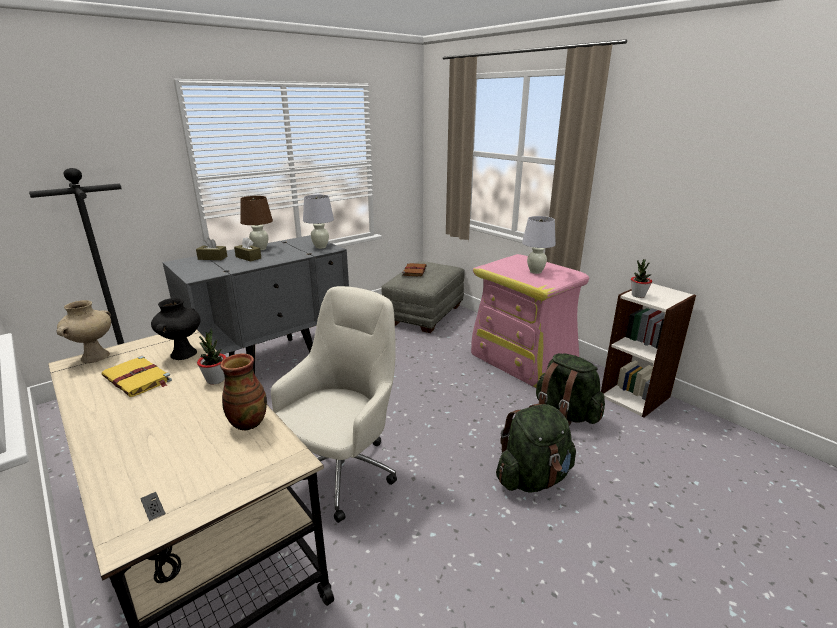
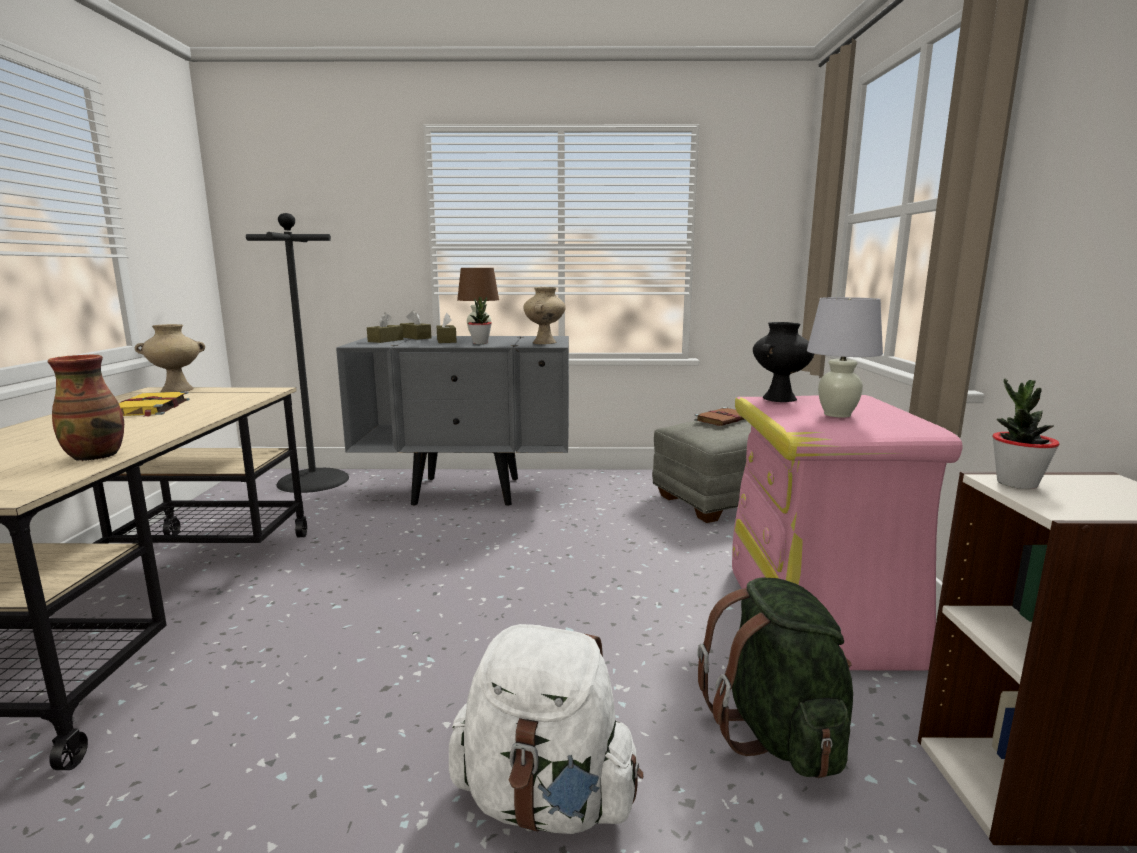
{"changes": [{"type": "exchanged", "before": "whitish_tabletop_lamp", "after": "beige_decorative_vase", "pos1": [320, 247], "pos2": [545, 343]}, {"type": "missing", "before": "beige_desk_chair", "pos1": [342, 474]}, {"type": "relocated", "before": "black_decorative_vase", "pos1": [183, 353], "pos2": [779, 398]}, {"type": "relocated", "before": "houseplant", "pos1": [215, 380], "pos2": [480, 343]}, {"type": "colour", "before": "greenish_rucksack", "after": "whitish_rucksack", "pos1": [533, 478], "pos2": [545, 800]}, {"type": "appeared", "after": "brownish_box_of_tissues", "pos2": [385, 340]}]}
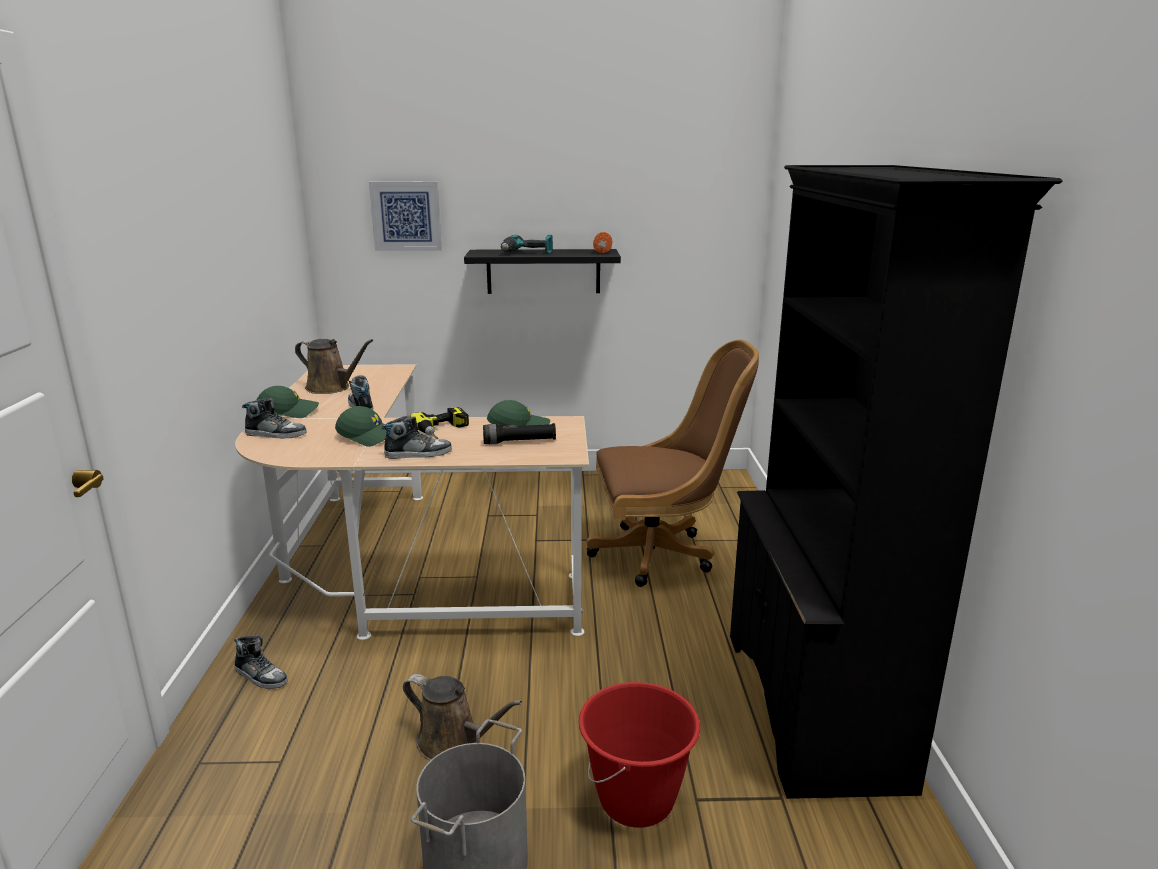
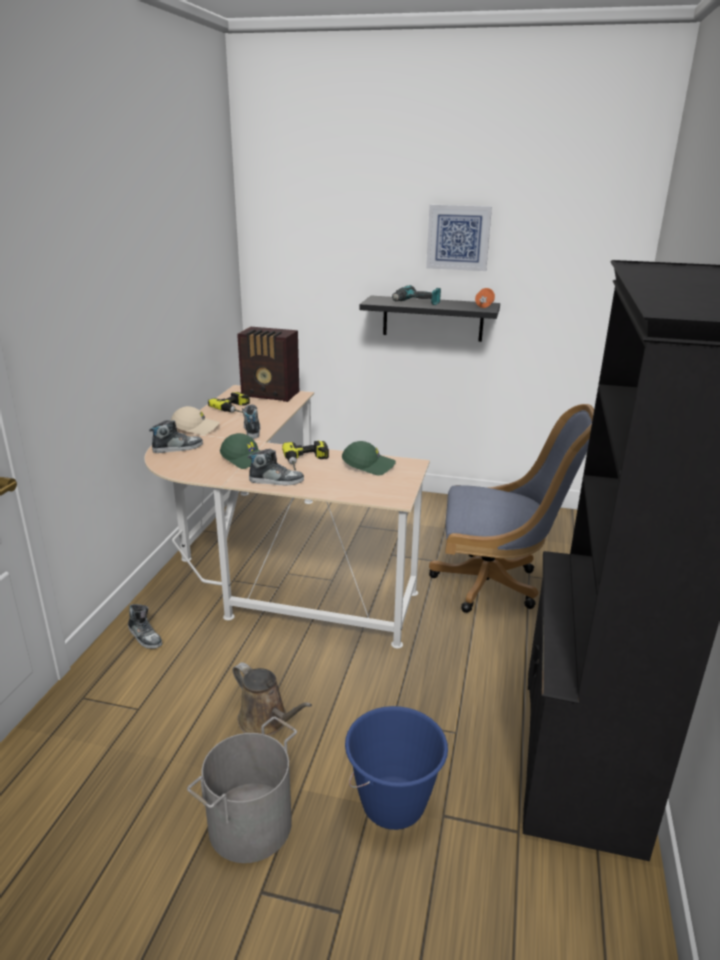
{"changes": [{"type": "relocated", "before": "picture", "pos1": [406, 216], "pos2": [458, 237]}, {"type": "exchanged", "before": "brownish_watering_pot", "after": "electric_drill", "pos1": [331, 388], "pos2": [237, 409]}, {"type": "colour", "before": "brownish_desk_chair", "after": "blue-coloured_desk_chair", "pos1": [662, 554], "pos2": [496, 585]}, {"type": "colour", "before": "greenish_baseball_cap", "after": "beige_baseball_cap", "pos1": [289, 412], "pos2": [196, 428]}, {"type": "spun", "before": "item_of_footwear", "pos1": [276, 434], "pos2": [178, 448], "turn": -45}, {"type": "missing", "before": "black_torch", "pos1": [519, 442]}, {"type": "colour", "before": "red_pail", "after": "blue-coloured_pail", "pos1": [637, 800], "pos2": [393, 804]}, {"type": "appeared", "after": "radio_receiver", "pos2": [271, 395]}]}
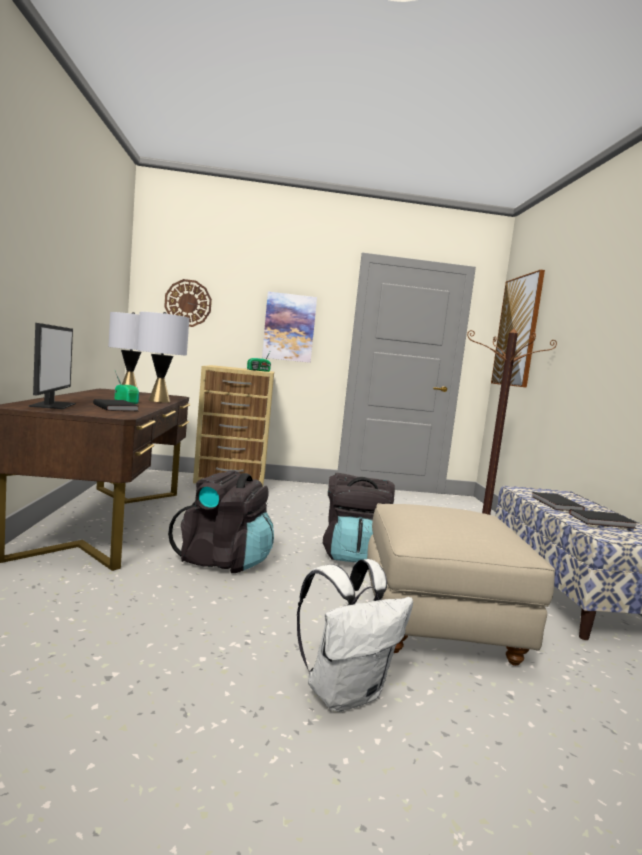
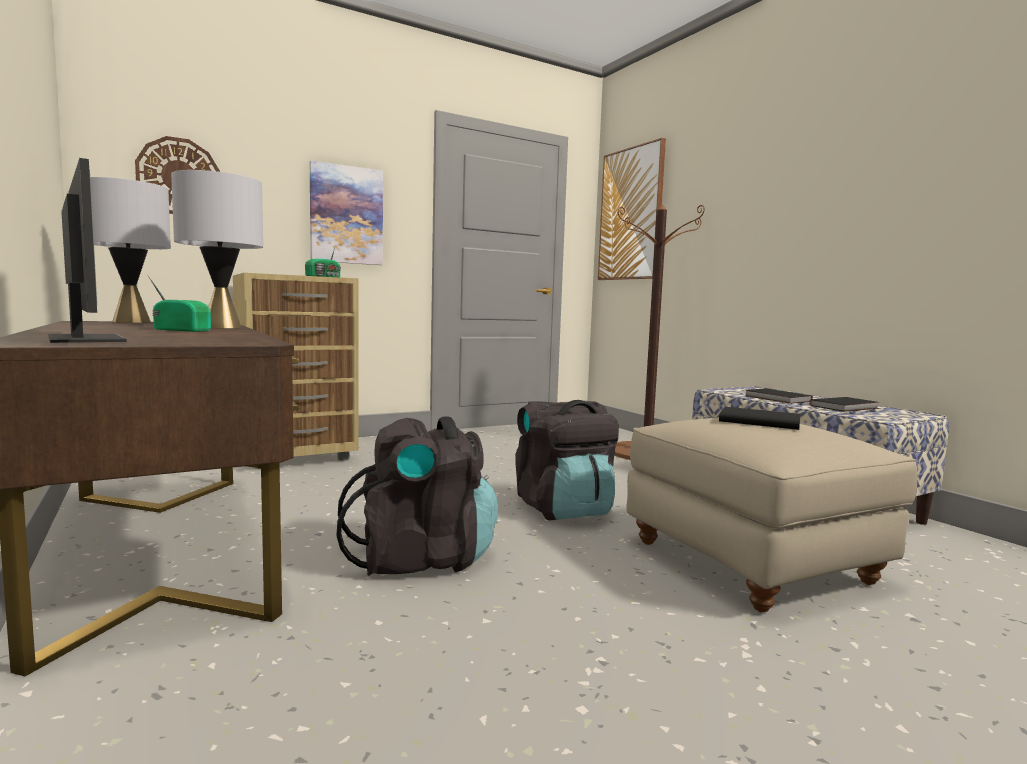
{"changes": [{"type": "relocated", "before": "black_volume", "pos1": [116, 407], "pos2": [758, 421]}, {"type": "missing", "before": "whitish_rucksack", "pos1": [345, 692]}]}
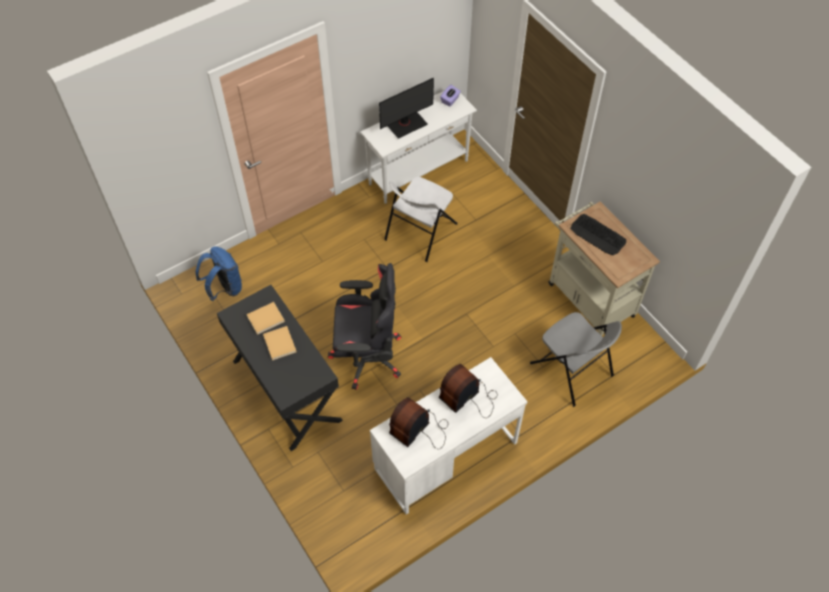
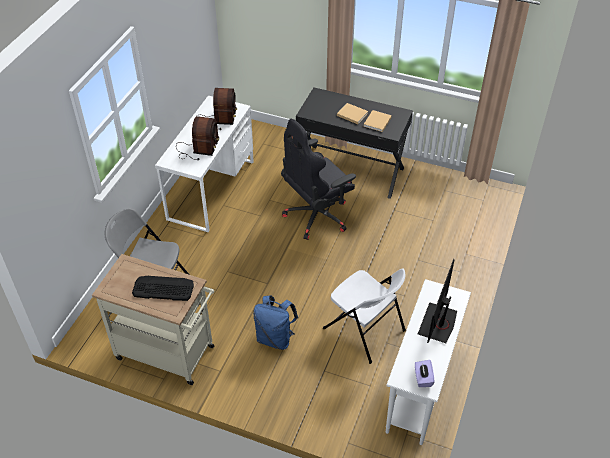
{"changes": [{"type": "spun", "before": "whitish_upright_chair", "pos1": [420, 231], "pos2": [364, 329], "turn": 135}, {"type": "relocated", "before": "blue-coloured_rucksack", "pos1": [224, 288], "pos2": [275, 338]}]}
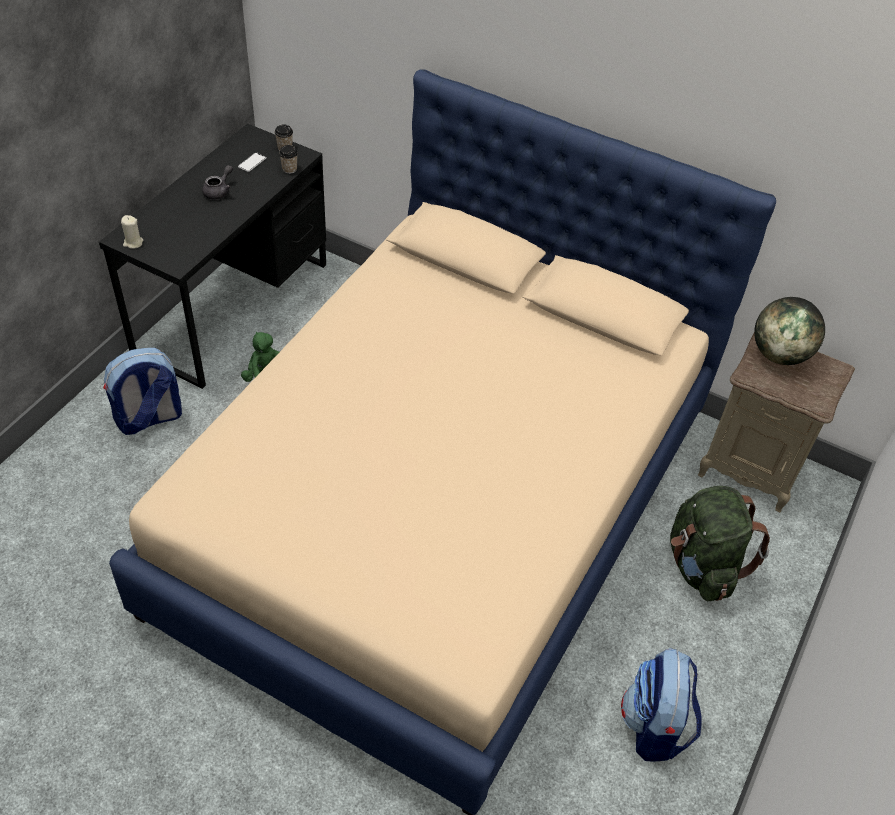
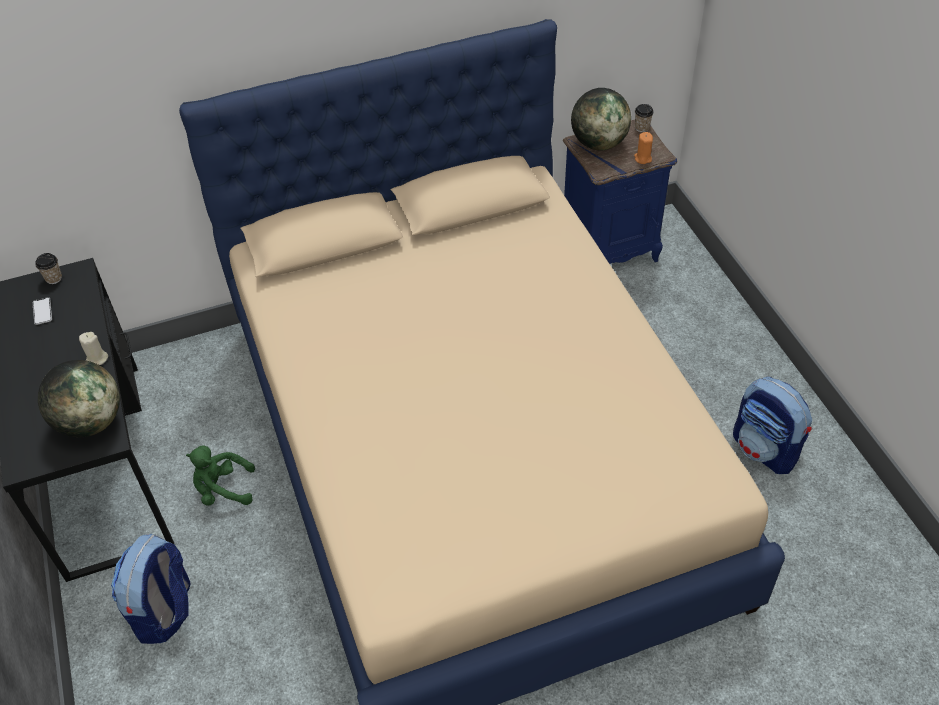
{"changes": [{"type": "relocated", "before": "small_cup", "pos1": [289, 169], "pos2": [642, 128]}, {"type": "missing", "before": "gray_tea_pot", "pos1": [219, 191]}, {"type": "relocated", "before": "beige_candle", "pos1": [133, 243], "pos2": [97, 359]}, {"type": "colour", "before": "beige_bedside_table", "after": "blue-coloured_bedside_table", "pos1": [750, 470], "pos2": [610, 251]}, {"type": "missing", "before": "greenish_rucksack", "pos1": [702, 565]}, {"type": "appeared", "after": "orangey_candle", "pos2": [642, 158]}, {"type": "appeared", "after": "globe", "pos2": [90, 422]}]}
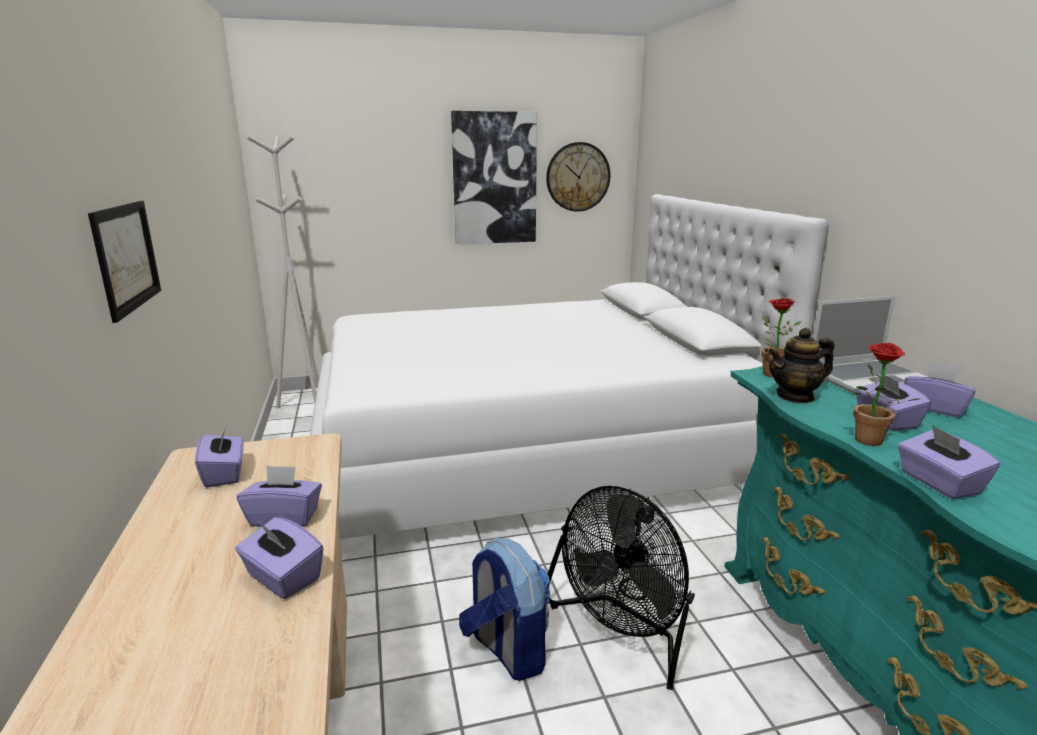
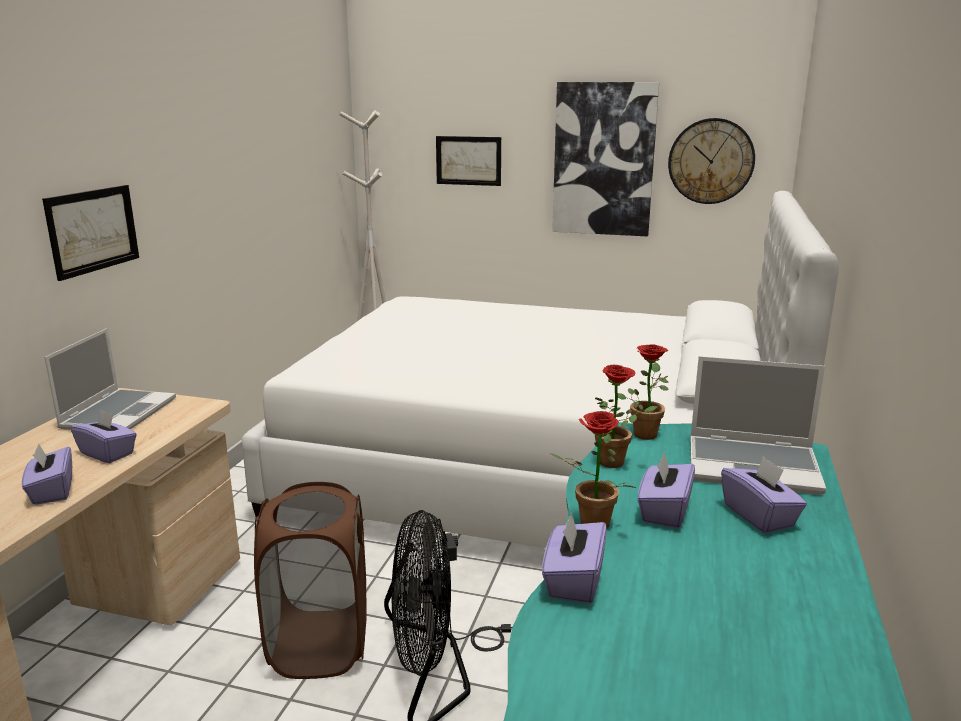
{"changes": [{"type": "exchanged", "before": "tea_pot", "after": "houseplant", "pos1": [795, 396], "pos2": [617, 462]}, {"type": "exchanged", "before": "purple-coloured_box_of_tissues", "after": "portable_computer", "pos1": [225, 474], "pos2": [119, 413]}, {"type": "exchanged", "before": "rucksack", "after": "brownish_hamper", "pos1": [506, 650], "pos2": [320, 644]}, {"type": "appeared", "after": "picture", "pos2": [468, 160]}]}
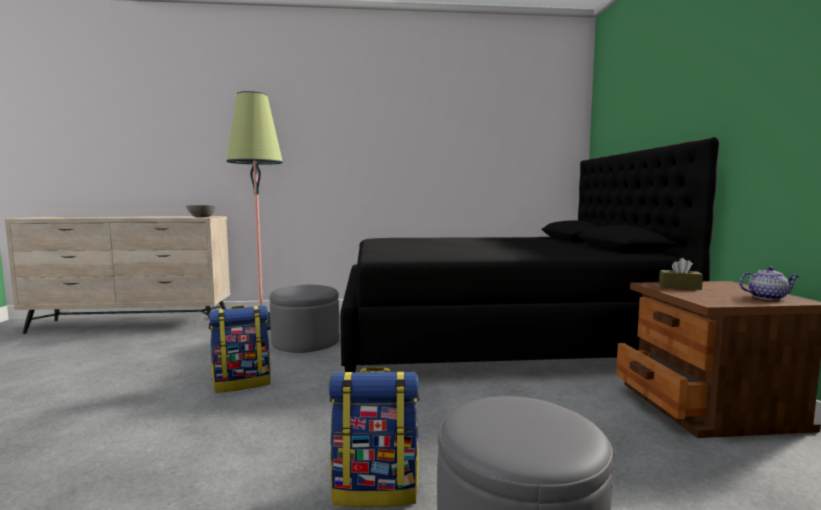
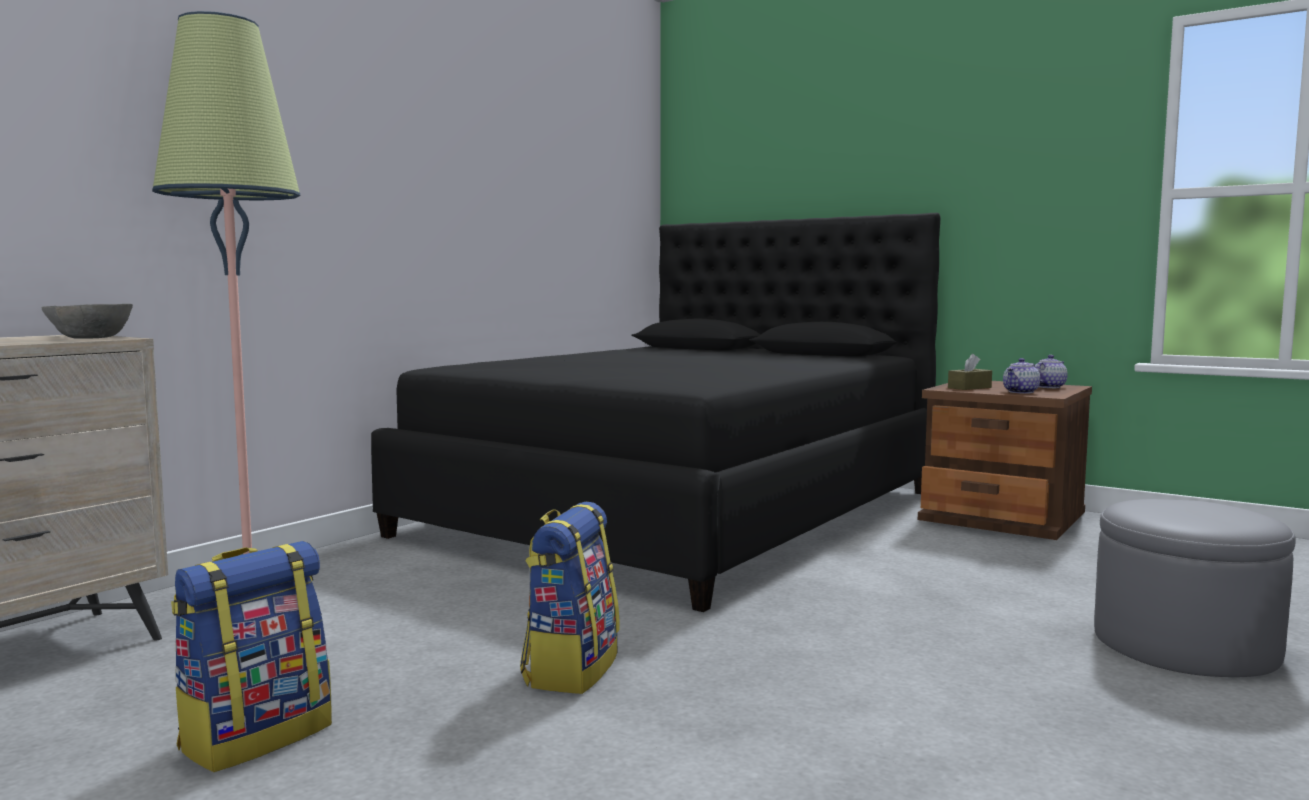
{"changes": [{"type": "missing", "before": "gray_ottoman", "pos1": [305, 342]}, {"type": "relocated", "before": "rucksack", "pos1": [376, 489], "pos2": [257, 736]}, {"type": "appeared", "after": "tea_pot", "pos2": [1021, 392]}]}
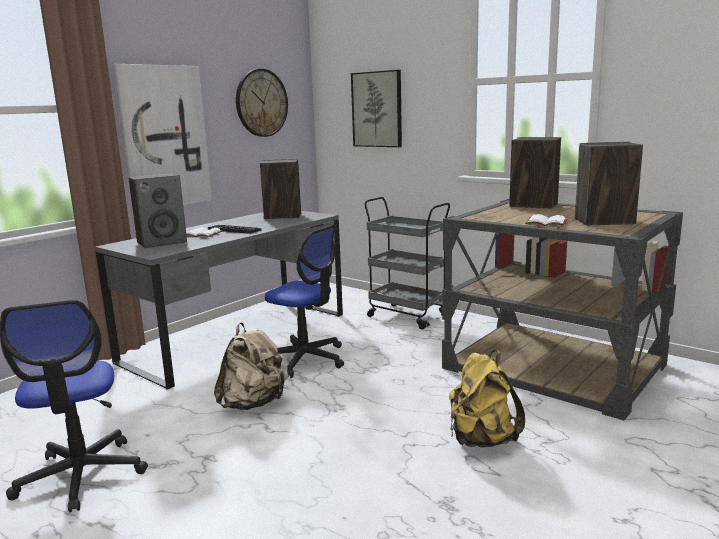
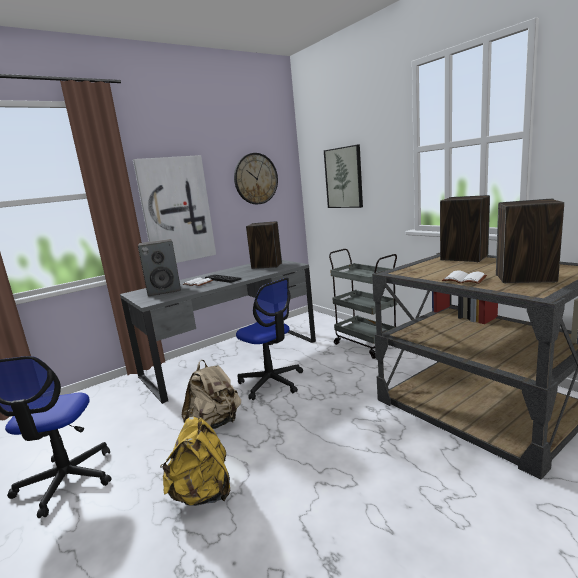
{"changes": [{"type": "relocated", "before": "yellow-coloured_rucksack", "pos1": [481, 440], "pos2": [203, 493]}]}
